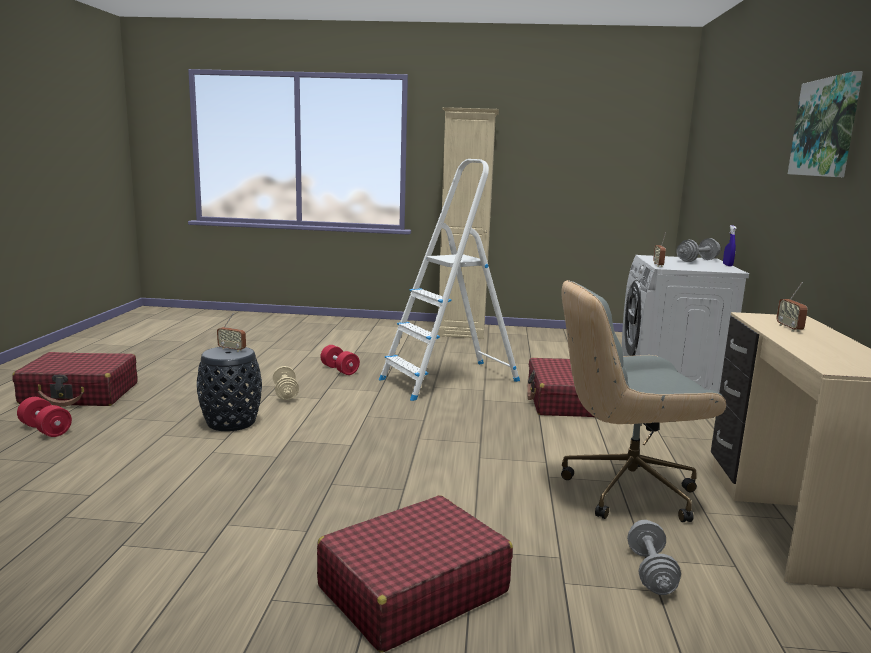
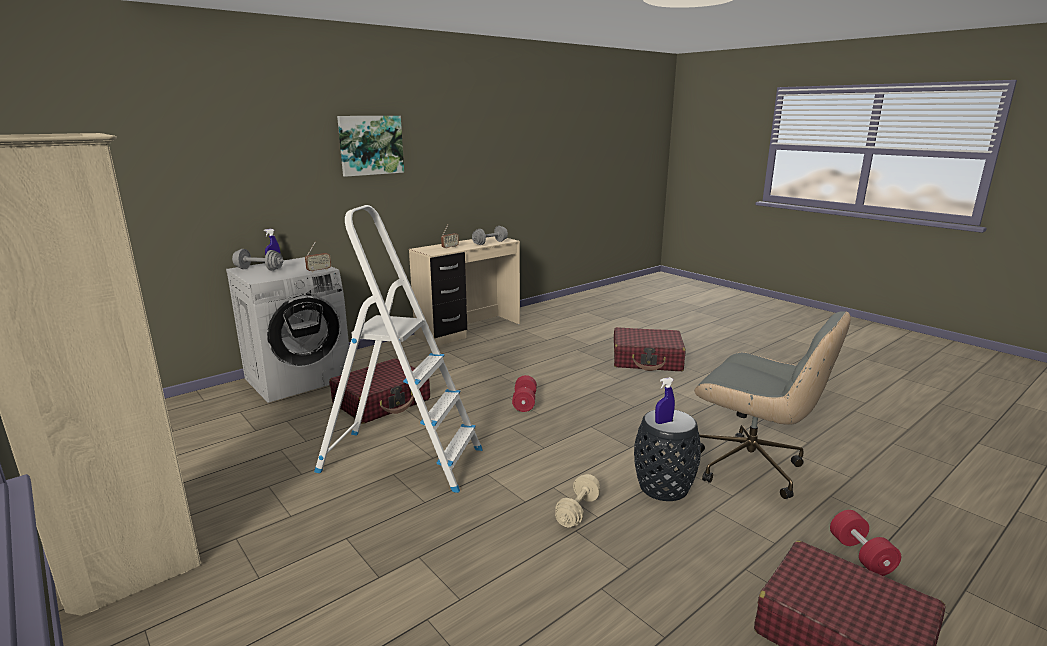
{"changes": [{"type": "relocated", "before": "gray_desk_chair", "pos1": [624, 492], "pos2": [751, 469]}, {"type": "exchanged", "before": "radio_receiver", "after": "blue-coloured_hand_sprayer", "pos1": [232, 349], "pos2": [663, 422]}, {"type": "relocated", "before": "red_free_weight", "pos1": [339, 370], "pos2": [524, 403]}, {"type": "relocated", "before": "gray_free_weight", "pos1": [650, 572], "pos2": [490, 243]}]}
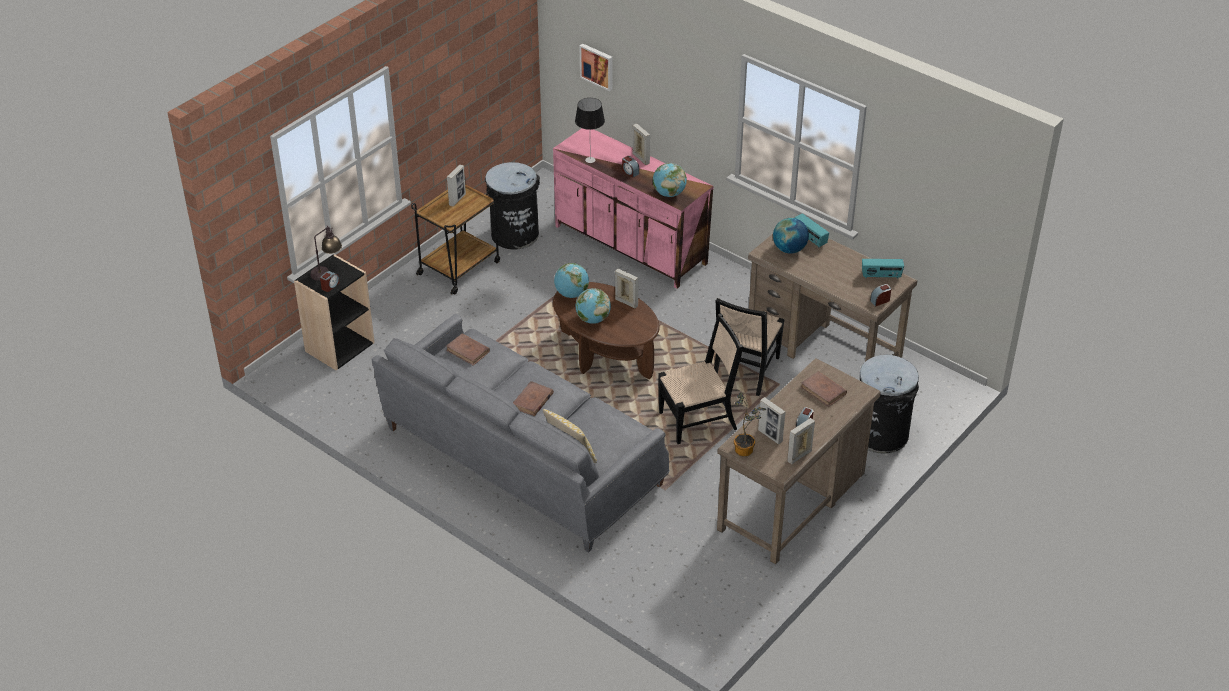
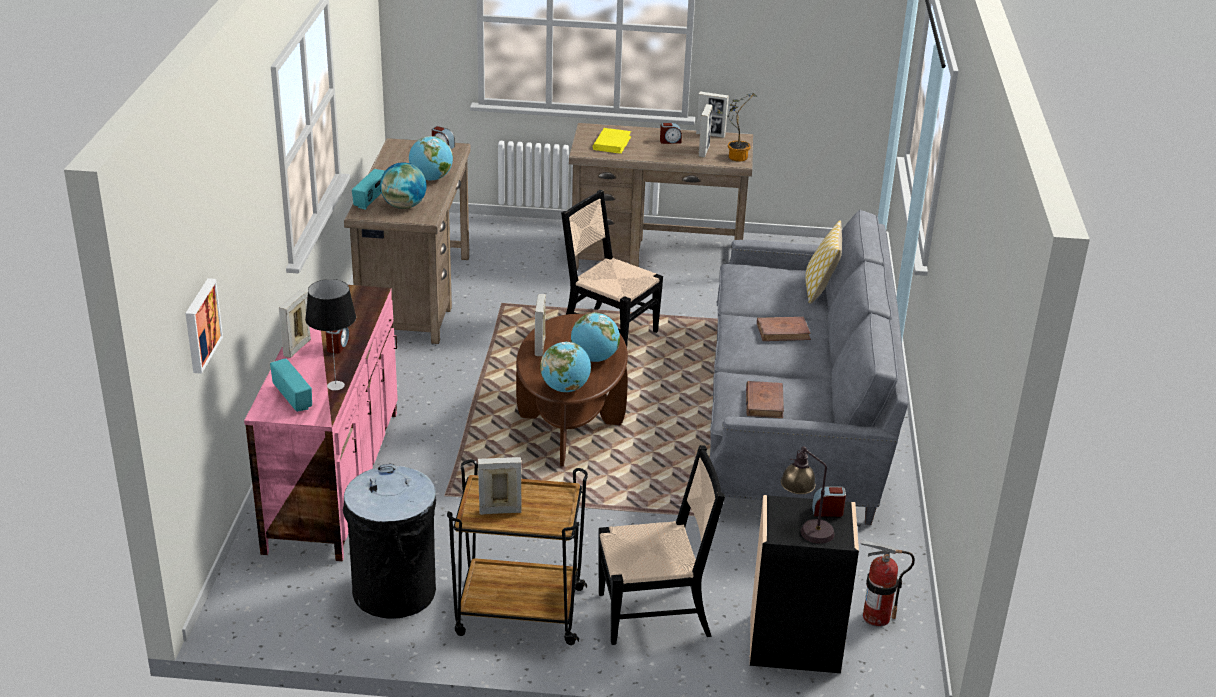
{"changes": [{"type": "relocated", "before": "globe", "pos1": [669, 193], "pos2": [431, 178]}, {"type": "relocated", "before": "radio_receiver", "pos1": [881, 276], "pos2": [293, 398]}, {"type": "relocated", "before": "upright_chair", "pos1": [746, 370], "pos2": [654, 614]}, {"type": "missing", "before": "black_waste_bin", "pos1": [881, 434]}, {"type": "colour", "before": "brownish_volume", "after": "yellow-coloured_volume", "pos1": [823, 391], "pos2": [612, 143]}, {"type": "appeared", "after": "fire-fighting_cylinder", "pos2": [876, 617]}]}
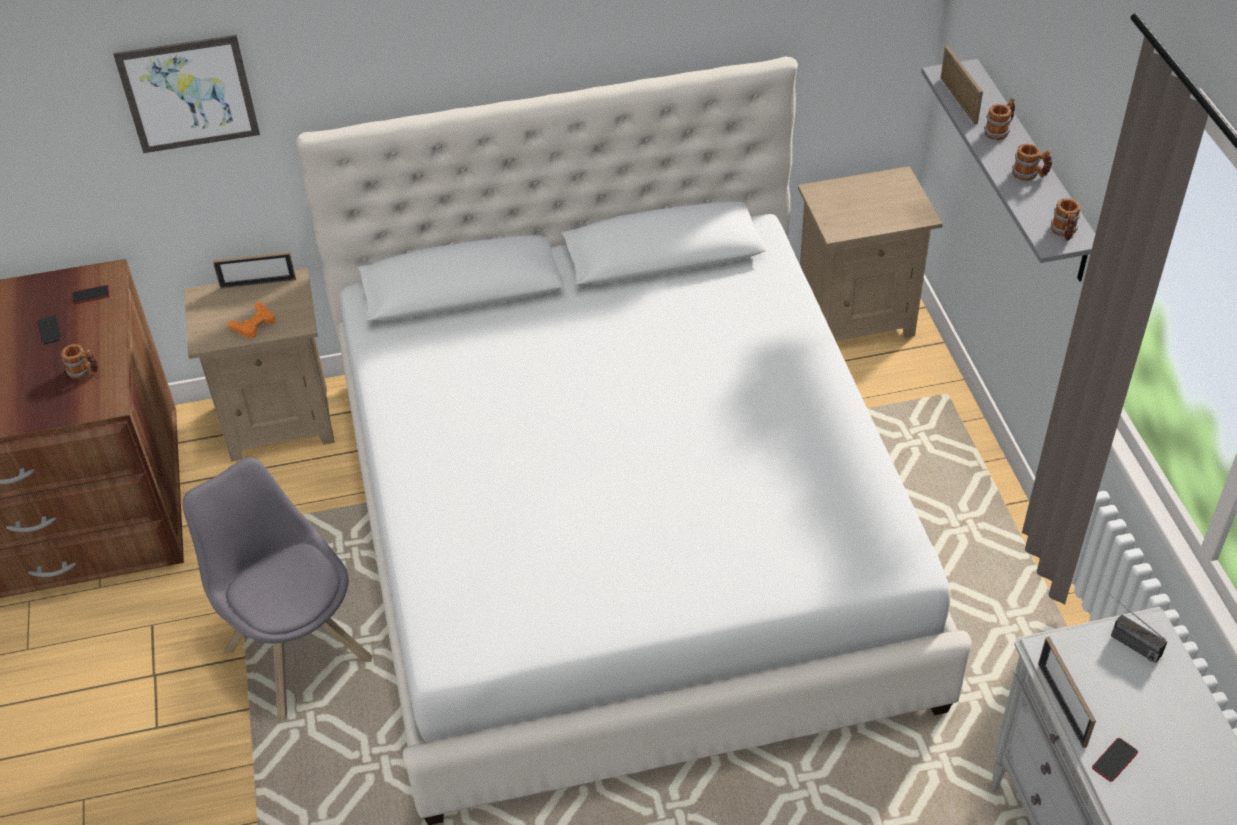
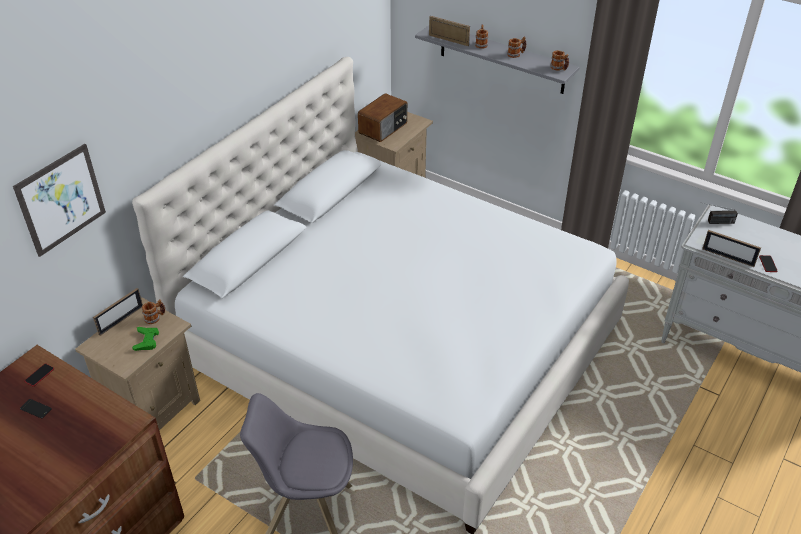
{"changes": [{"type": "colour", "before": "orangey_game_controller", "after": "greenish_game_controller", "pos1": [254, 324], "pos2": [146, 341]}, {"type": "relocated", "before": "tea_mug", "pos1": [84, 372], "pos2": [155, 318]}, {"type": "appeared", "after": "radio_receiver", "pos2": [383, 128]}]}
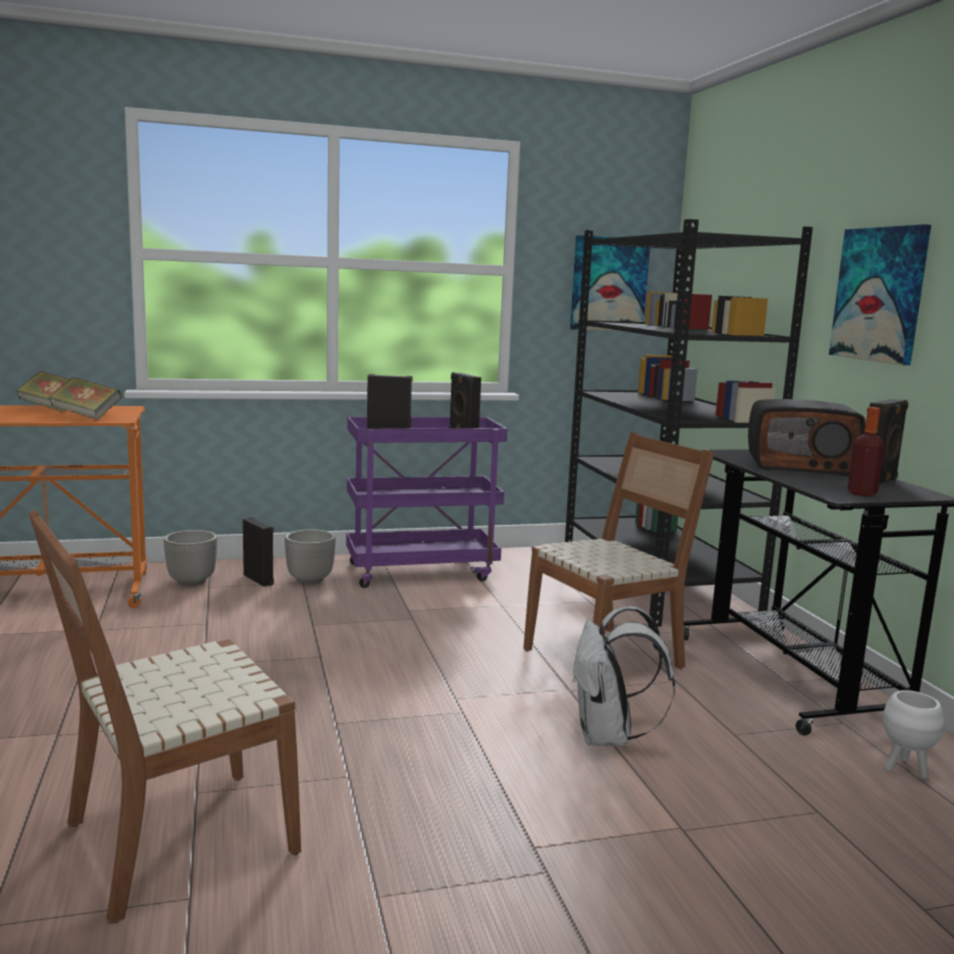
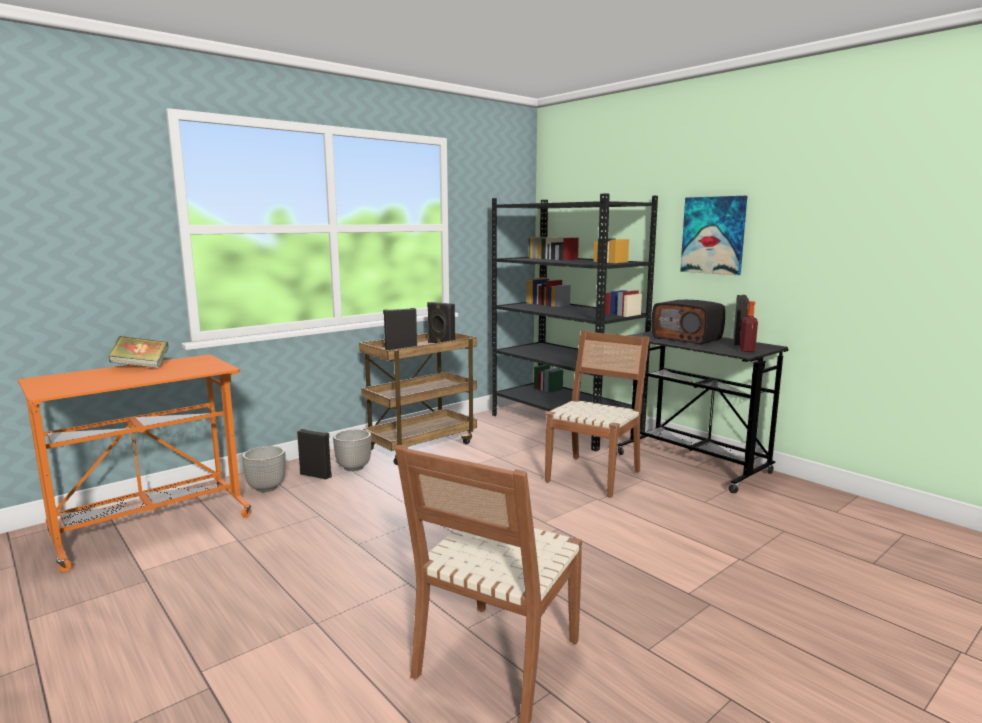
{"changes": [{"type": "missing", "before": "picture", "pos1": [608, 284]}, {"type": "missing", "before": "volume", "pos1": [86, 416]}, {"type": "spun", "before": "radio_receiver", "pos1": [800, 466], "pos2": [687, 339], "turn": 60}, {"type": "colour", "before": "purple-coloured_trolley", "after": "brownish_trolley", "pos1": [422, 571], "pos2": [421, 445]}, {"type": "missing", "before": "whitish_rucksack", "pos1": [608, 737]}, {"type": "missing", "before": "whitish_planter", "pos1": [904, 769]}]}
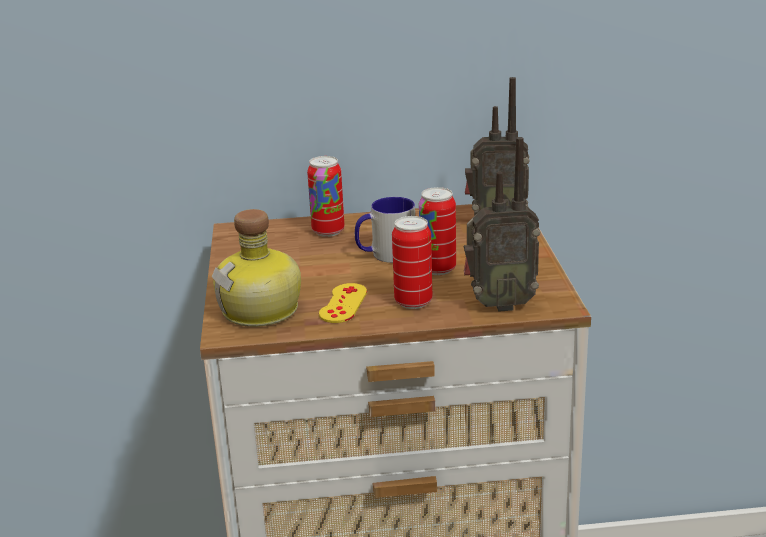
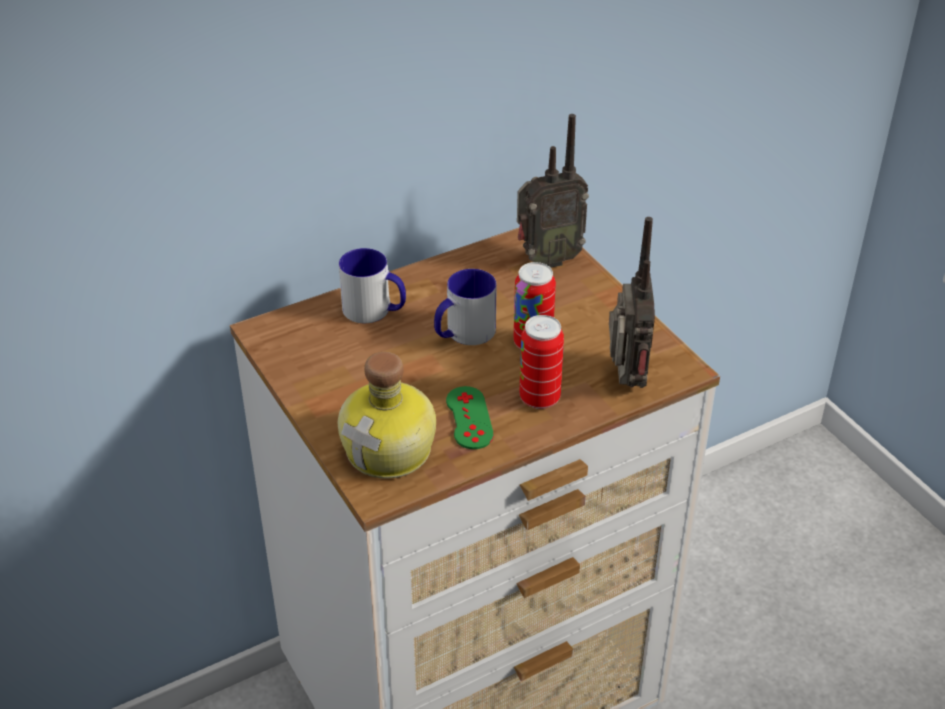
{"changes": [{"type": "spun", "before": "radio_receiver", "pos1": [498, 304], "pos2": [625, 381], "turn": -60}, {"type": "exchanged", "before": "metal_can", "after": "tea_mug", "pos1": [328, 231], "pos2": [375, 311]}, {"type": "colour", "before": "yellow-coloured_game_controller", "after": "greenish_game_controller", "pos1": [343, 303], "pos2": [469, 418]}]}
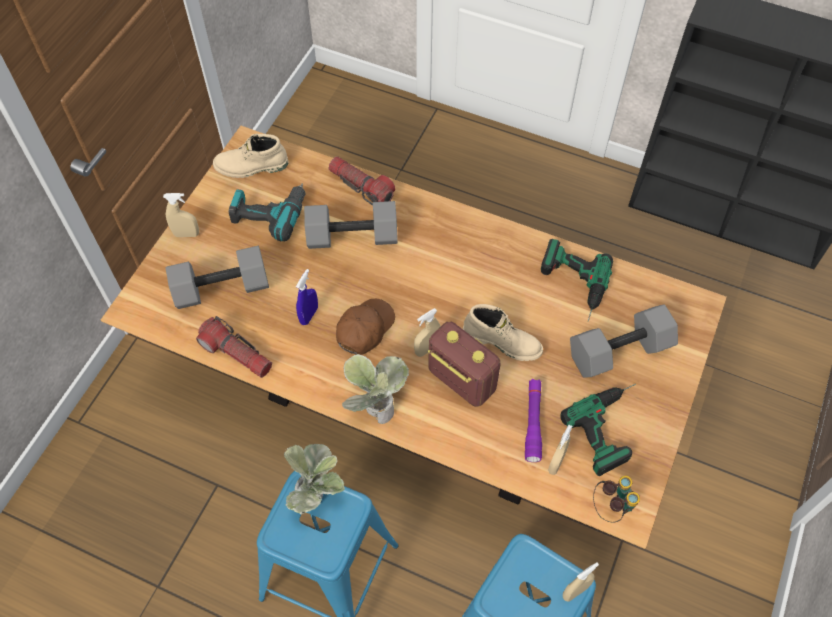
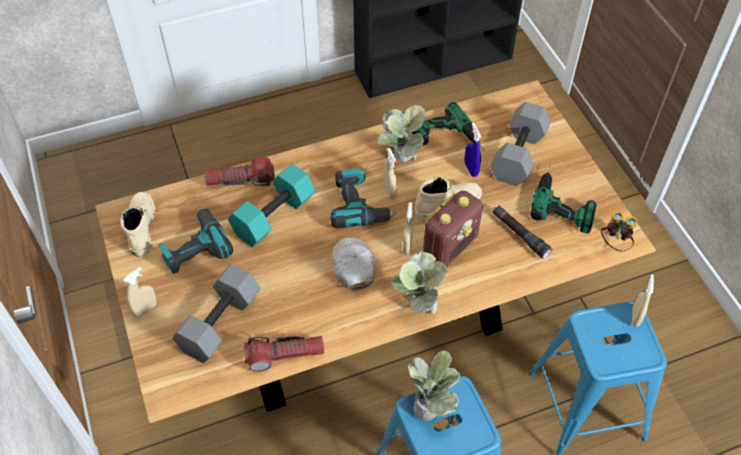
{"changes": [{"type": "spun", "before": "beige_boot", "pos1": [251, 167], "pos2": [140, 227], "turn": 135}, {"type": "colour", "before": "gray_free_weight", "after": "blue-green_free_weight", "pos1": [353, 235], "pos2": [273, 215]}, {"type": "relocated", "before": "blue-coloured_hand_sprayer", "pos1": [309, 315], "pos2": [471, 169]}, {"type": "colour", "before": "brownish_baseball_cap", "after": "whitish_baseball_cap", "pos1": [364, 329], "pos2": [353, 266]}, {"type": "spun", "before": "radio_receiver", "pos1": [460, 380], "pos2": [450, 246], "turn": 135}, {"type": "colour", "before": "purple-coloured_torch", "after": "black_torch", "pos1": [533, 422], "pos2": [520, 235]}, {"type": "relocated", "before": "beige_hand_sprayer", "pos1": [556, 463], "pos2": [390, 191]}, {"type": "appeared", "after": "houseplant", "pos2": [400, 161]}, {"type": "appeared", "after": "electric_drill", "pos2": [359, 206]}]}
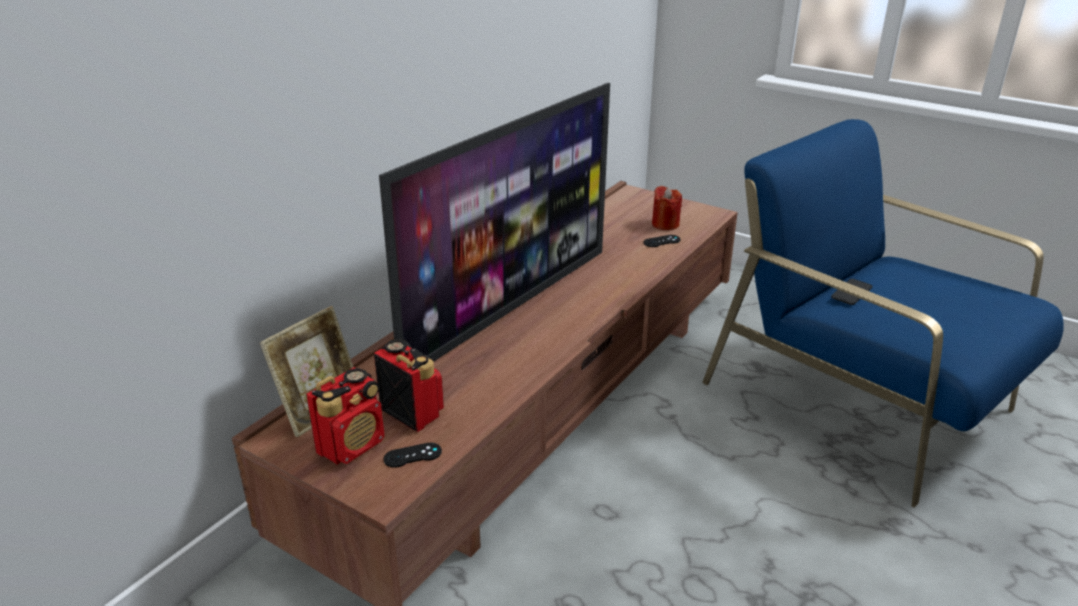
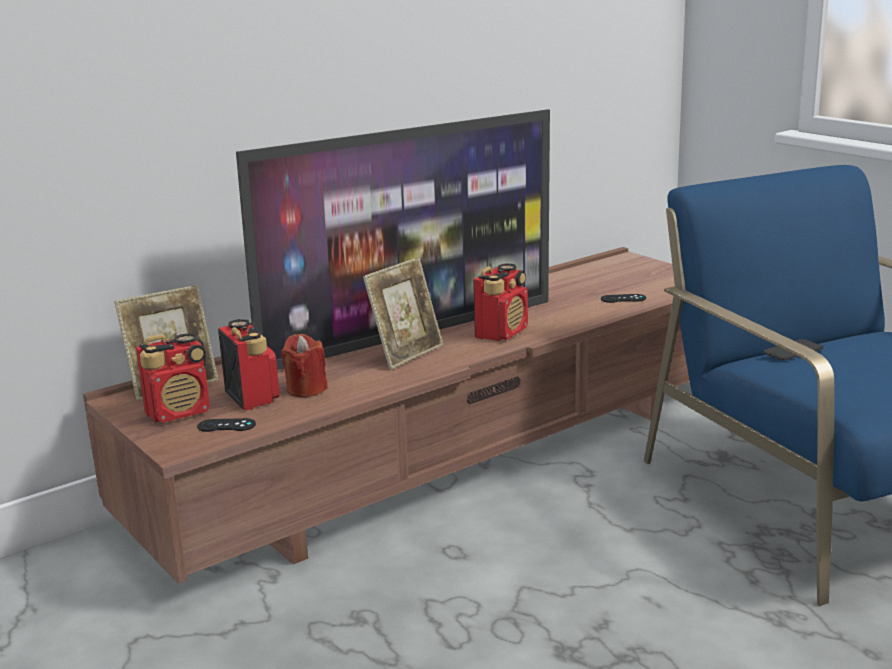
{"changes": [{"type": "relocated", "before": "red_candle", "pos1": [665, 224], "pos2": [306, 389]}, {"type": "appeared", "after": "standing_frame", "pos2": [406, 354]}, {"type": "appeared", "after": "radio_receiver", "pos2": [502, 333]}]}
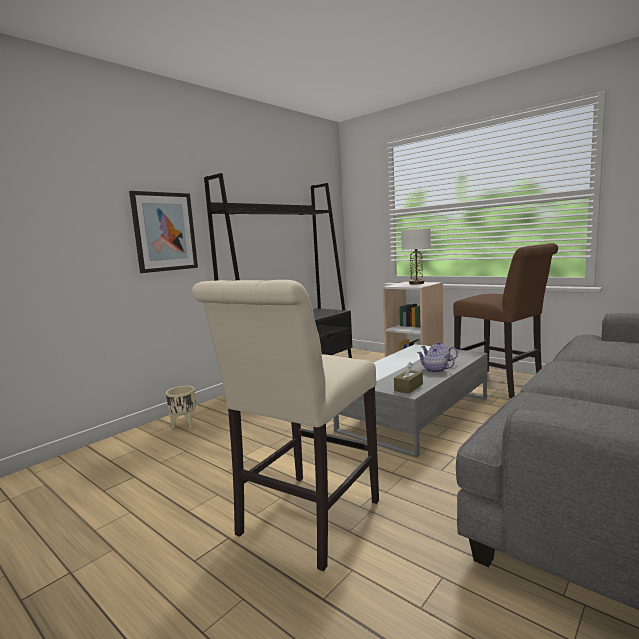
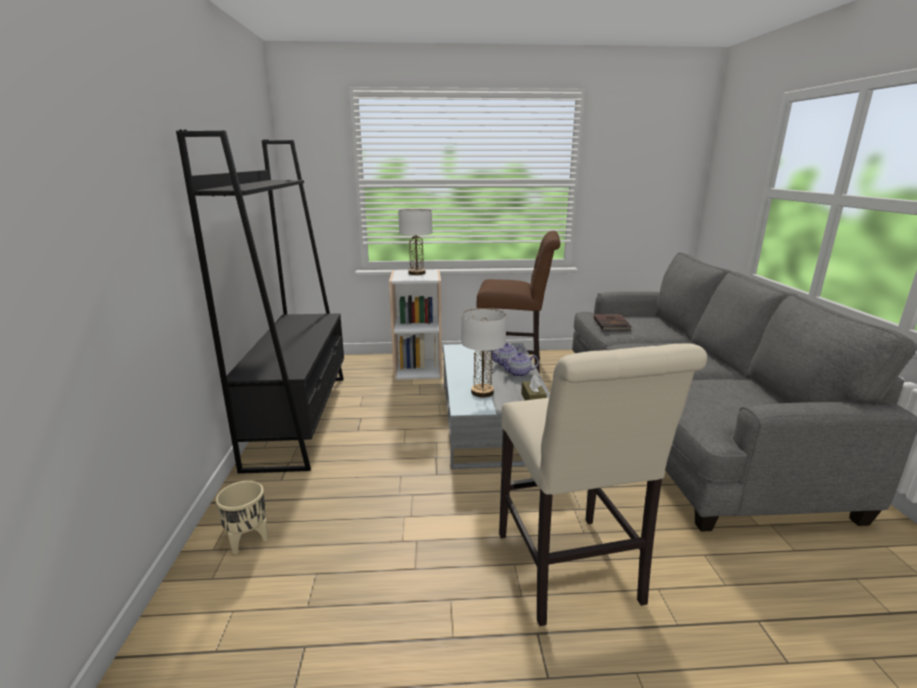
{"changes": [{"type": "missing", "before": "picture", "pos1": [164, 232]}, {"type": "appeared", "after": "tabletop_lamp", "pos2": [482, 392]}, {"type": "appeared", "after": "brownish_volume", "pos2": [612, 324]}]}
